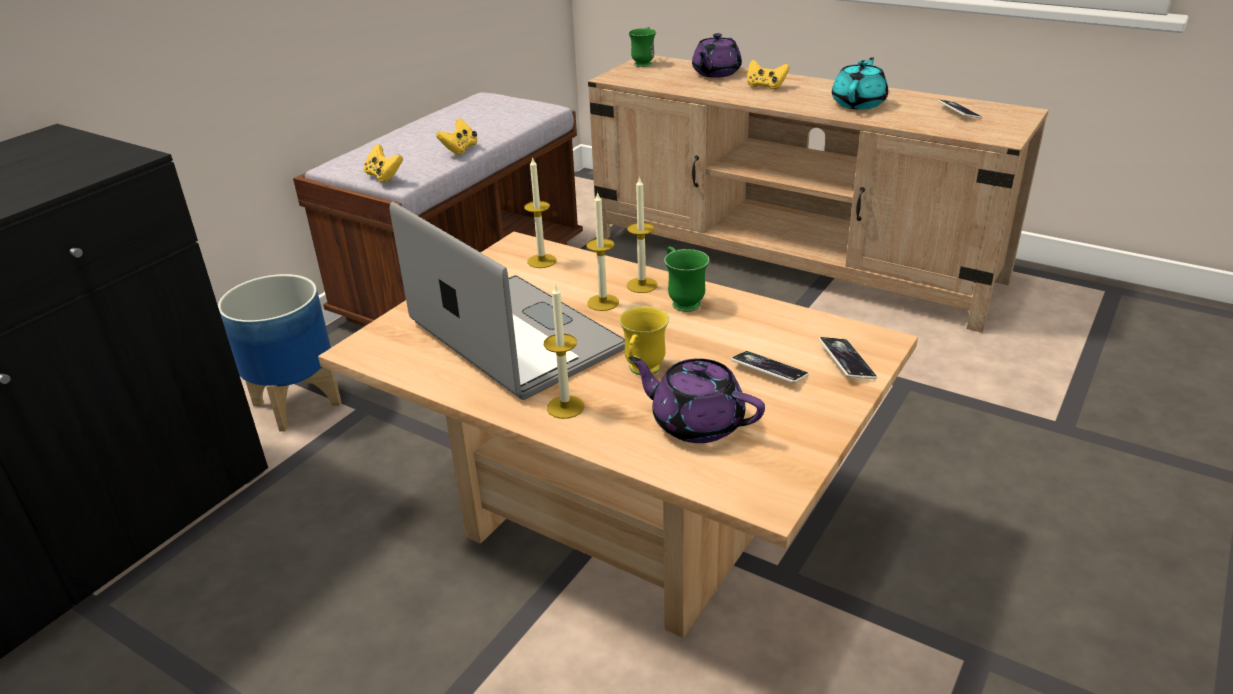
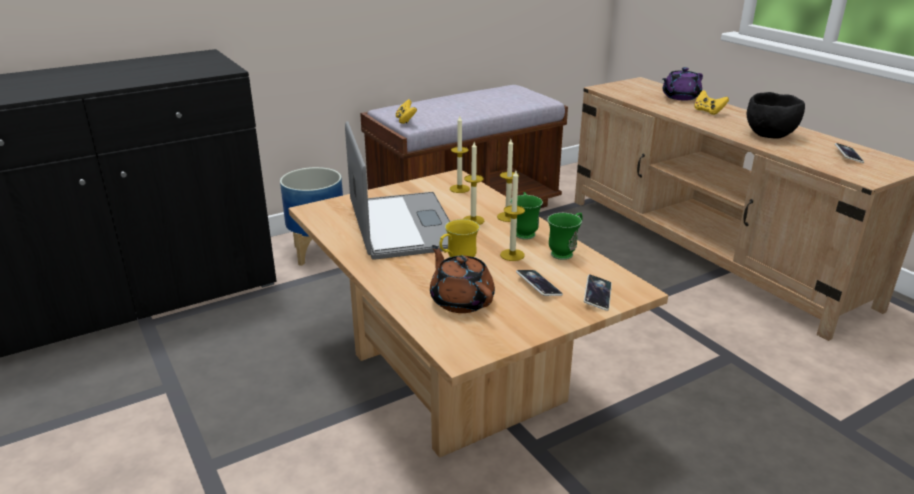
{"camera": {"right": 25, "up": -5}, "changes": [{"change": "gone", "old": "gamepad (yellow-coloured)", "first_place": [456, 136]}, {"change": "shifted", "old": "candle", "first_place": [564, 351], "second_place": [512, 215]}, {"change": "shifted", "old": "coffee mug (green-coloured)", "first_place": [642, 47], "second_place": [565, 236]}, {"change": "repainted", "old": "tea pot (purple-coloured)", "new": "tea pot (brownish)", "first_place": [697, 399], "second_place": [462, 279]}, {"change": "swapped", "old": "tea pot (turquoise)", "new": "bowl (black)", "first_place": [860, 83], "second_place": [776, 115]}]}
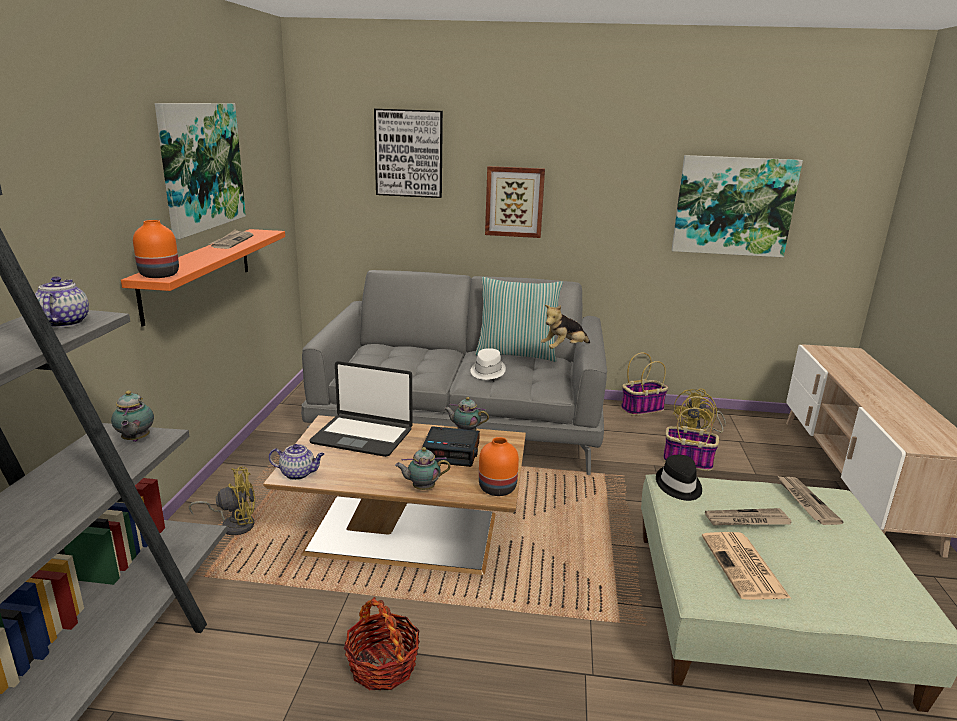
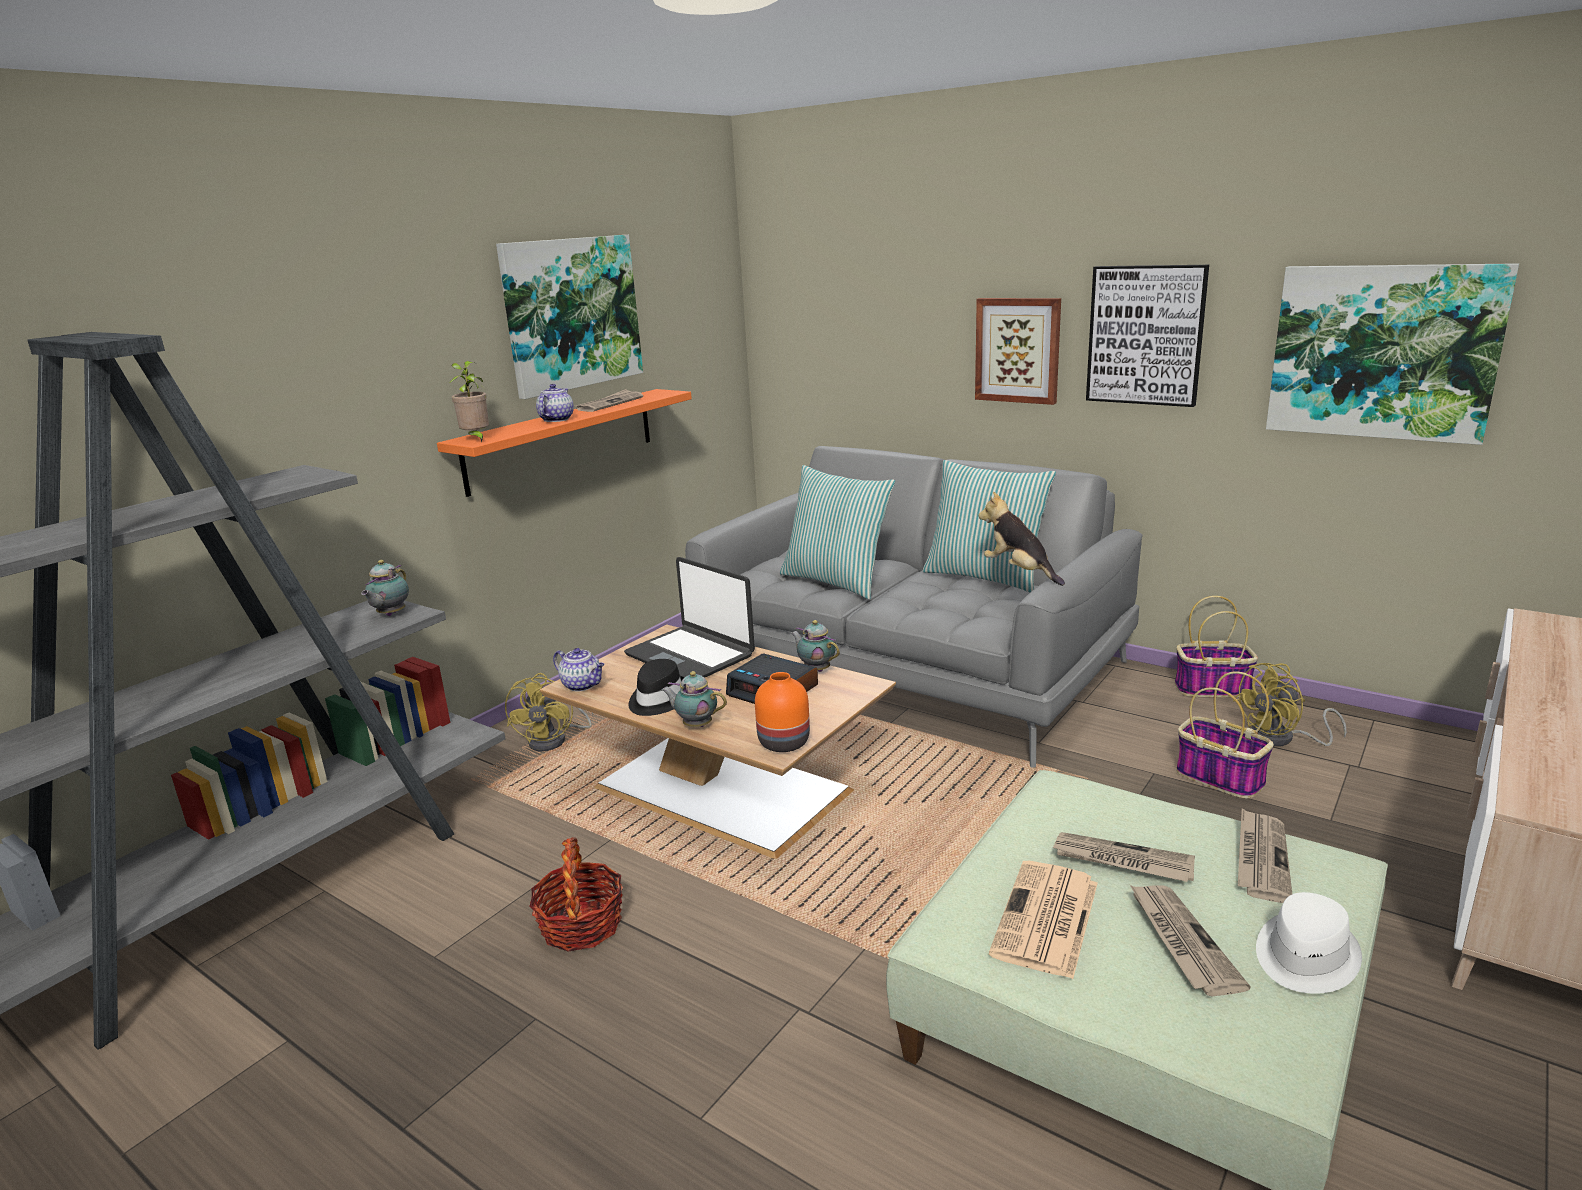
{"camera": {"right": 30, "up": 0}, "changes": [{"change": "shifted", "old": "tea pot", "first_place": [62, 302], "second_place": [555, 403]}, {"change": "swapped", "old": "flower vase (orange-coloured)", "new": "plant in a pot", "first_place": [156, 249], "second_place": [469, 402]}, {"change": "rotated", "old": "electric fan (yellow-coloured)", "first_place": [222, 501], "second_place": [549, 712], "degrees": 75}, {"change": "shifted", "old": "wall picture", "first_place": [408, 153], "second_place": [1147, 336]}, {"change": "shifted", "old": "hat (white)", "first_place": [488, 364], "second_place": [1309, 943]}, {"change": "rotated", "old": "soft toy", "first_place": [565, 327], "second_place": [1021, 539], "degrees": 60}, {"change": "shifted", "old": "hat (black)", "first_place": [679, 478], "second_place": [656, 687]}, {"change": "new", "new": "cushion", "second_place": [837, 532]}, {"change": "new", "new": "daily paper", "second_place": [1190, 940]}]}
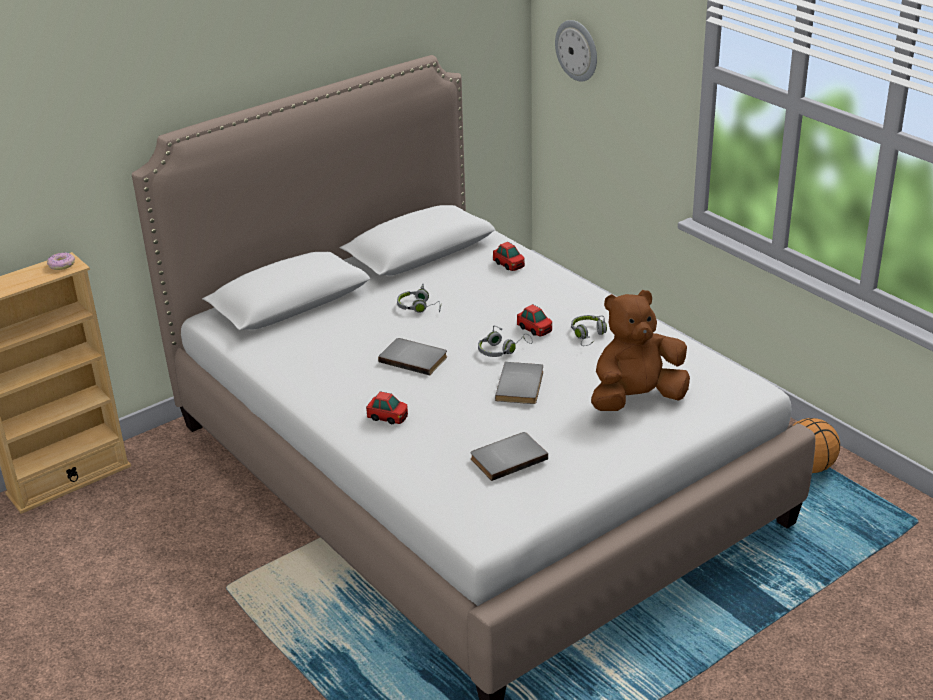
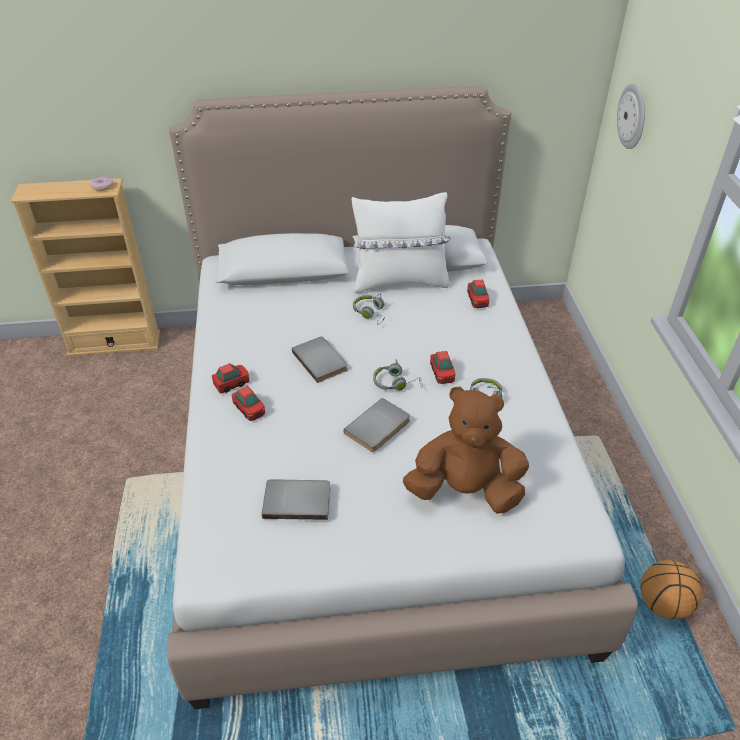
{"camera": {"right": 30, "up": 10}, "changes": [{"change": "new", "new": "model car", "second_place": [231, 378]}, {"change": "new", "new": "cushion (white)", "second_place": [401, 242]}]}
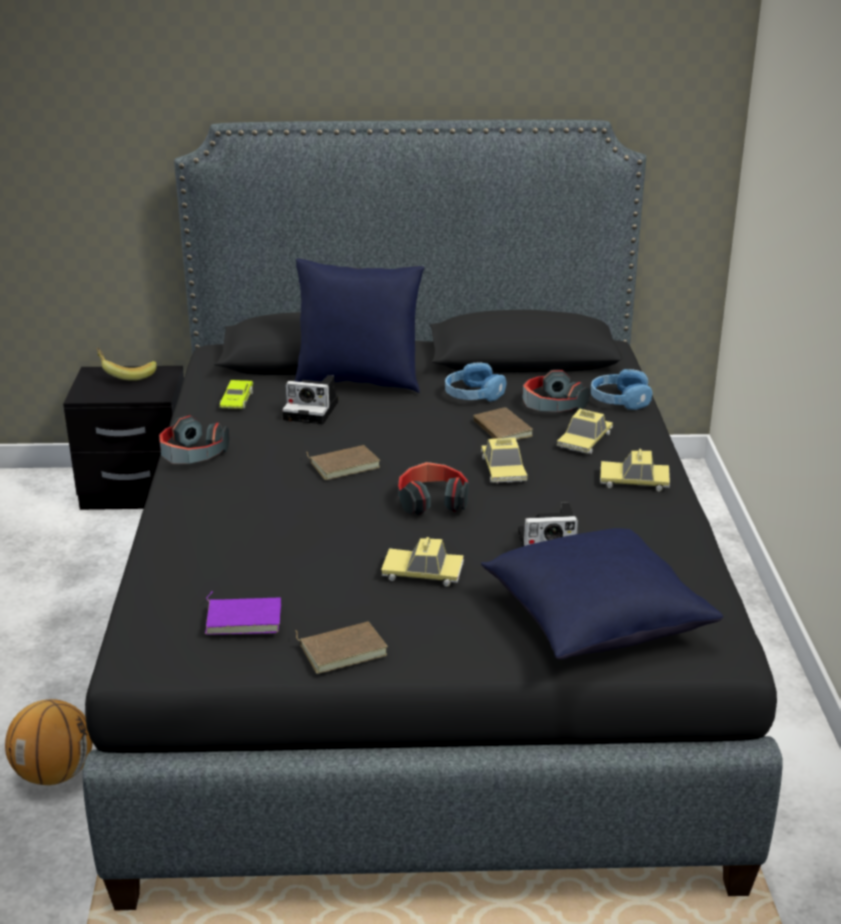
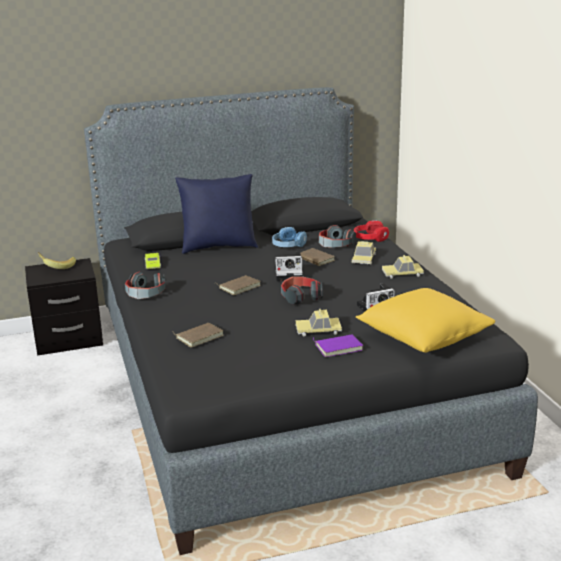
{"camera": {"right": -15, "up": -5}, "changes": [{"change": "gone", "old": "basketball ball", "first_place": [49, 742]}, {"change": "shifted", "old": "bound book (purple-coloured)", "first_place": [243, 613], "second_place": [337, 345]}, {"change": "shifted", "old": "photo camera", "first_place": [310, 399], "second_place": [289, 266]}, {"change": "shifted", "old": "bound book (brownish)", "first_place": [341, 647], "second_place": [198, 335]}, {"change": "gone", "old": "model car", "first_place": [504, 460]}, {"change": "repainted", "old": "cushion (blue)", "new": "cushion (yellow-coloured)", "first_place": [602, 594], "second_place": [425, 320]}, {"change": "repainted", "old": "headset (blue)", "new": "headset (red-coloured)", "first_place": [622, 389], "second_place": [371, 231]}]}
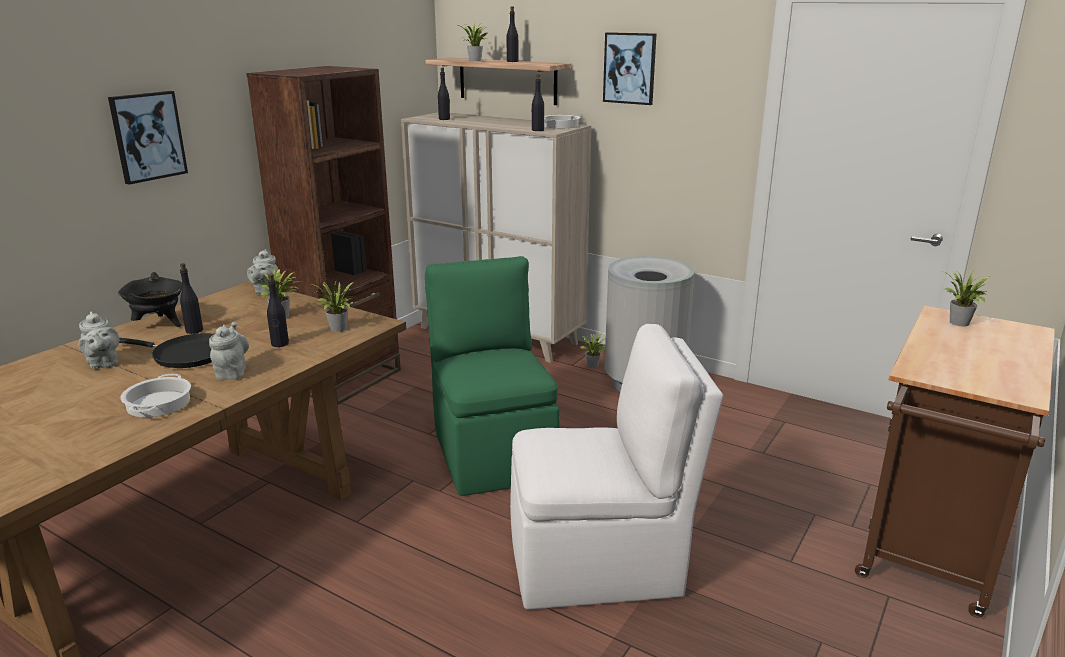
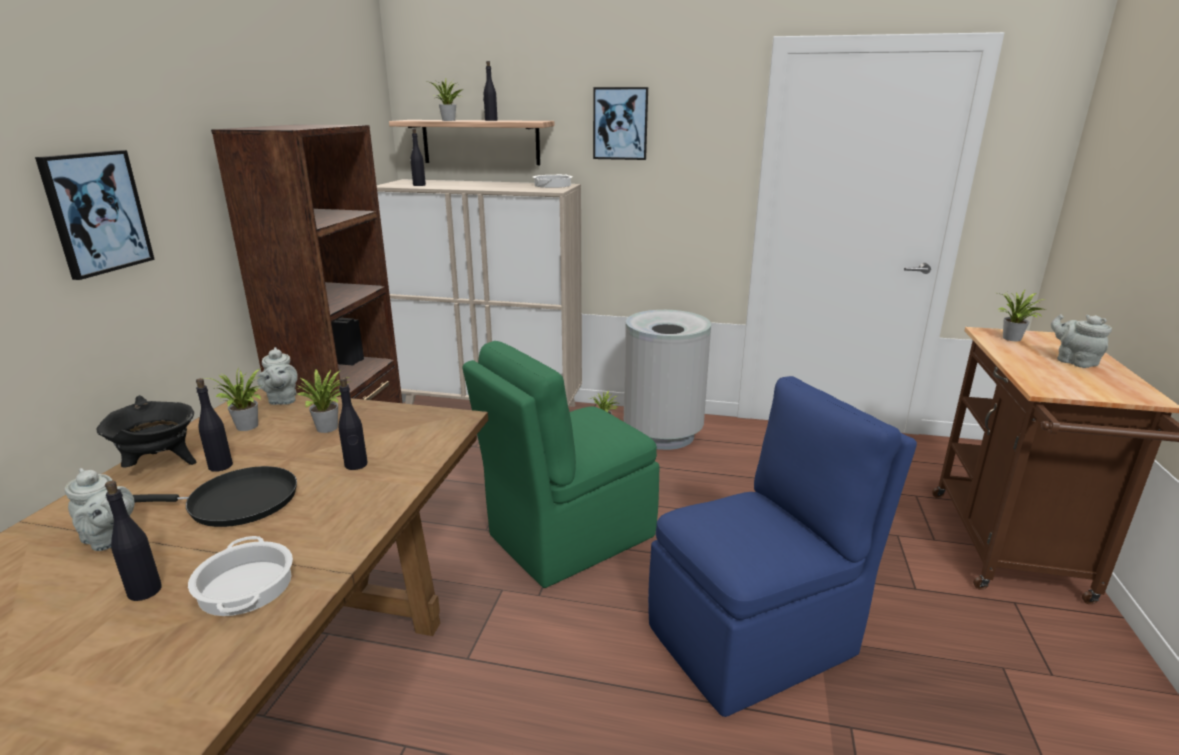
{"camera": {"right": -20, "up": 0}, "changes": [{"change": "shifted", "old": "tea pot (gray)", "first_place": [229, 351], "second_place": [1081, 341]}, {"change": "shifted", "old": "plant in a pot", "first_place": [332, 306], "second_place": [234, 399]}, {"change": "rotated", "old": "chair (green-coloured)", "first_place": [492, 376], "second_place": [560, 464], "degrees": -90}, {"change": "repainted", "old": "chair (white)", "new": "chair (blue)", "first_place": [616, 467], "second_place": [782, 546]}, {"change": "shifted", "old": "bottle (black)", "first_place": [537, 102], "second_place": [133, 541]}]}
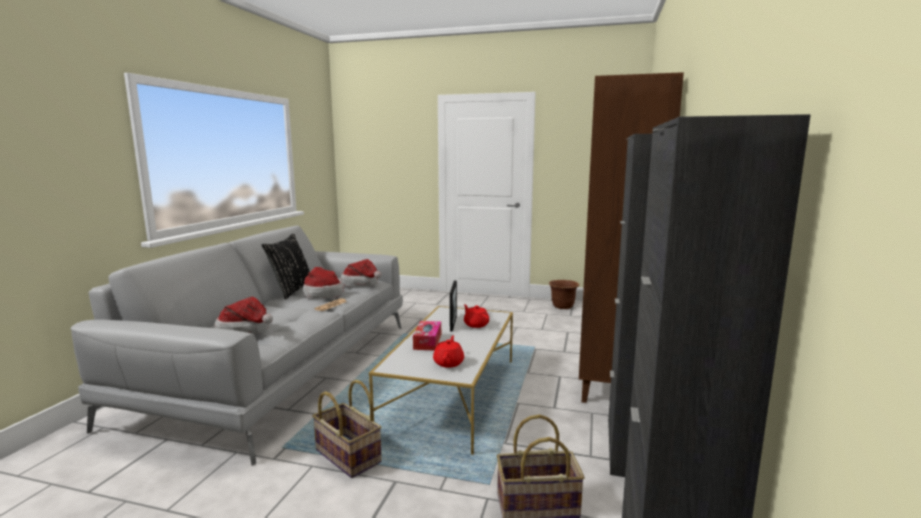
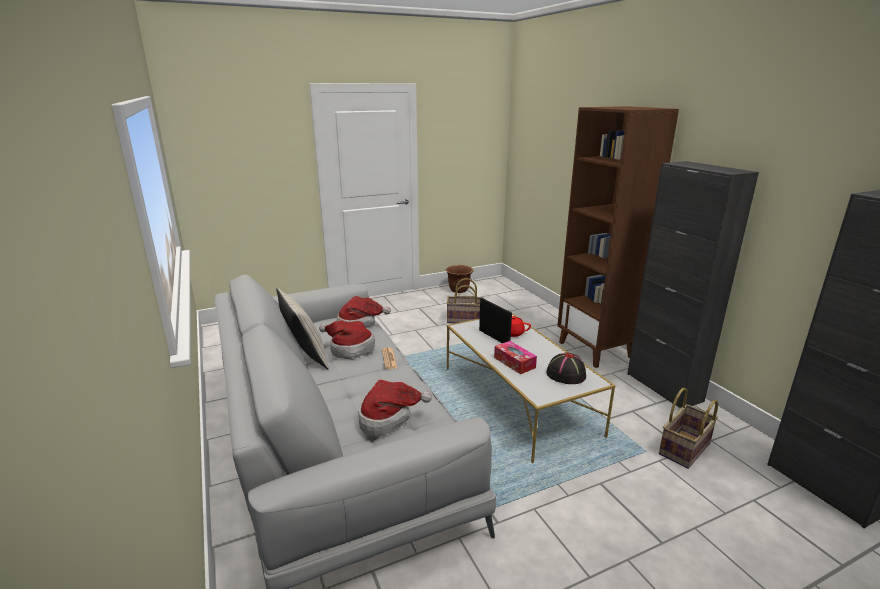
{"camera": {"right": -40, "up": 10}, "changes": [{"change": "repainted", "old": "cushion (black)", "new": "cushion (beige)", "first_place": [285, 266], "second_place": [302, 329]}, {"change": "shifted", "old": "household basket", "first_place": [347, 429], "second_place": [465, 300]}, {"change": "swapped", "old": "tea pot (red-coloured)", "new": "hat (black)", "first_place": [448, 352], "second_place": [566, 368]}]}
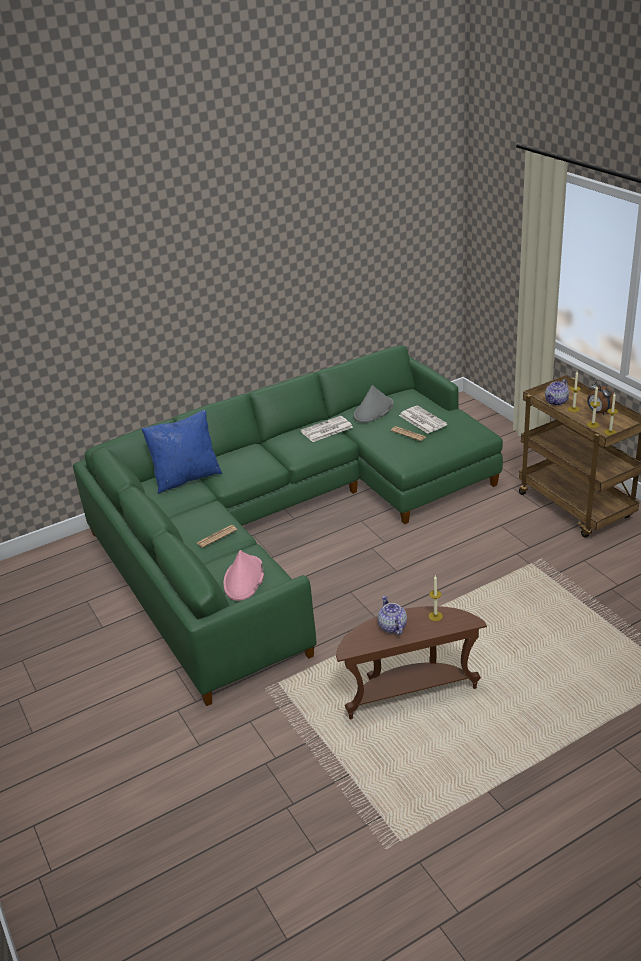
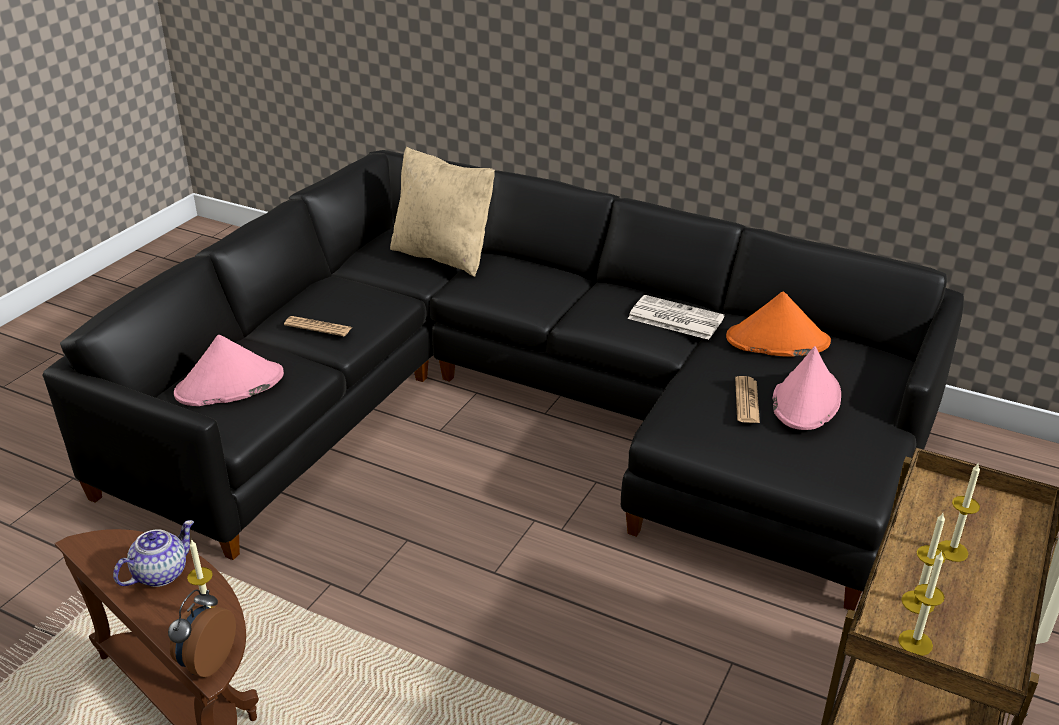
{"camera": {"right": 55, "up": 0}, "changes": [{"change": "repainted", "old": "couch (green-coloured)", "new": "couch (black)", "first_place": [288, 526], "second_place": [503, 380]}, {"change": "repainted", "old": "cushion (blue)", "new": "cushion (beige)", "first_place": [182, 451], "second_place": [442, 212]}, {"change": "repainted", "old": "hat (gray)", "new": "hat (orange-coloured)", "first_place": [374, 404], "second_place": [778, 324]}, {"change": "swapped", "old": "daily paper", "new": "hat (pink-coloured)", "first_place": [423, 420], "second_place": [806, 388]}, {"change": "gone", "old": "tea pot", "first_place": [557, 392]}, {"change": "shifted", "old": "bedside clock", "first_place": [600, 397], "second_place": [202, 633]}]}
